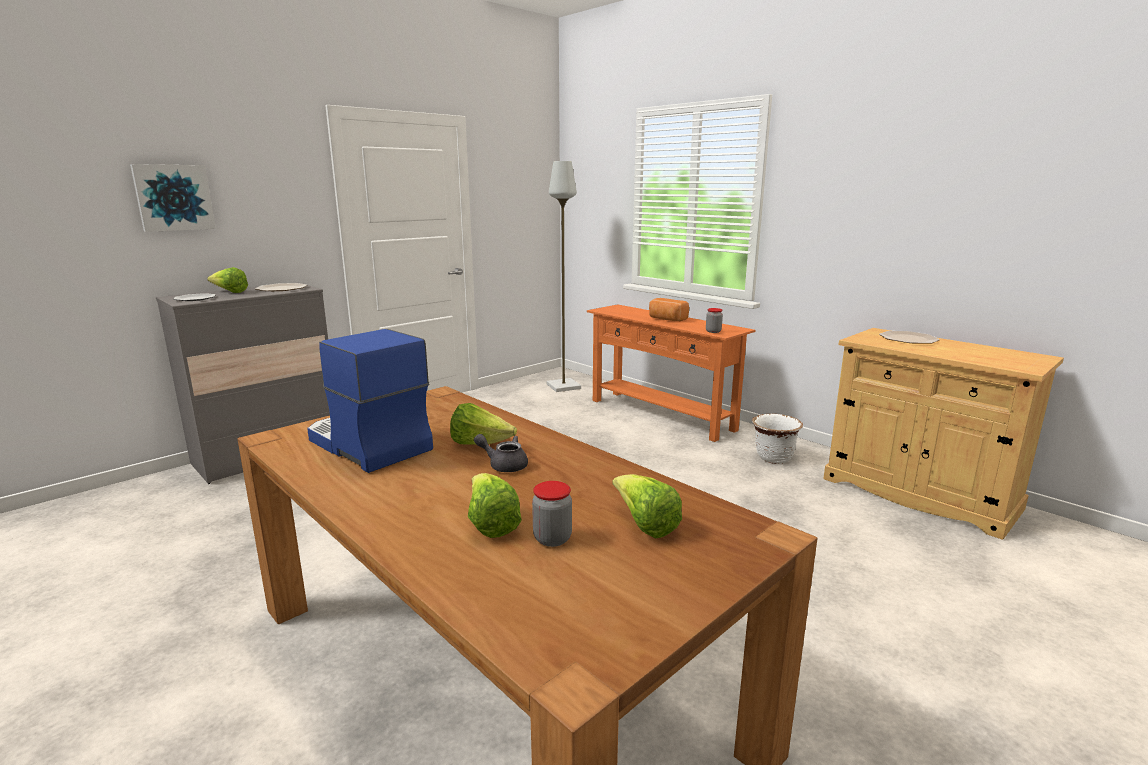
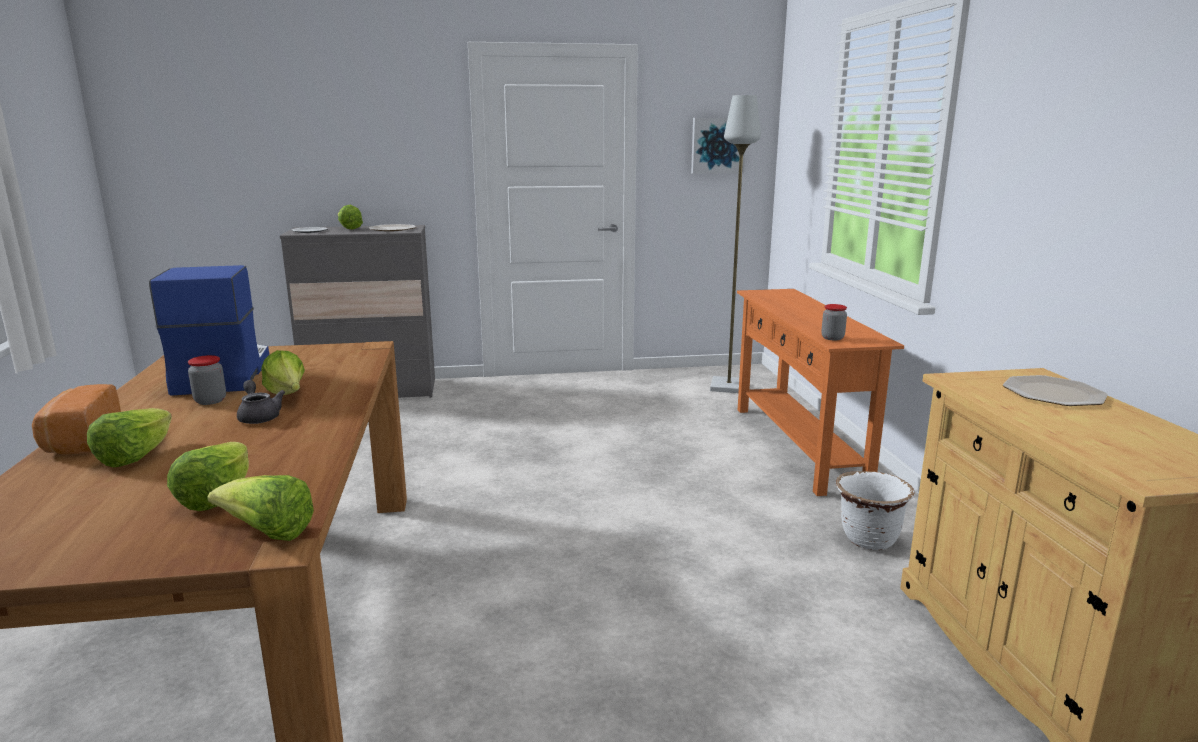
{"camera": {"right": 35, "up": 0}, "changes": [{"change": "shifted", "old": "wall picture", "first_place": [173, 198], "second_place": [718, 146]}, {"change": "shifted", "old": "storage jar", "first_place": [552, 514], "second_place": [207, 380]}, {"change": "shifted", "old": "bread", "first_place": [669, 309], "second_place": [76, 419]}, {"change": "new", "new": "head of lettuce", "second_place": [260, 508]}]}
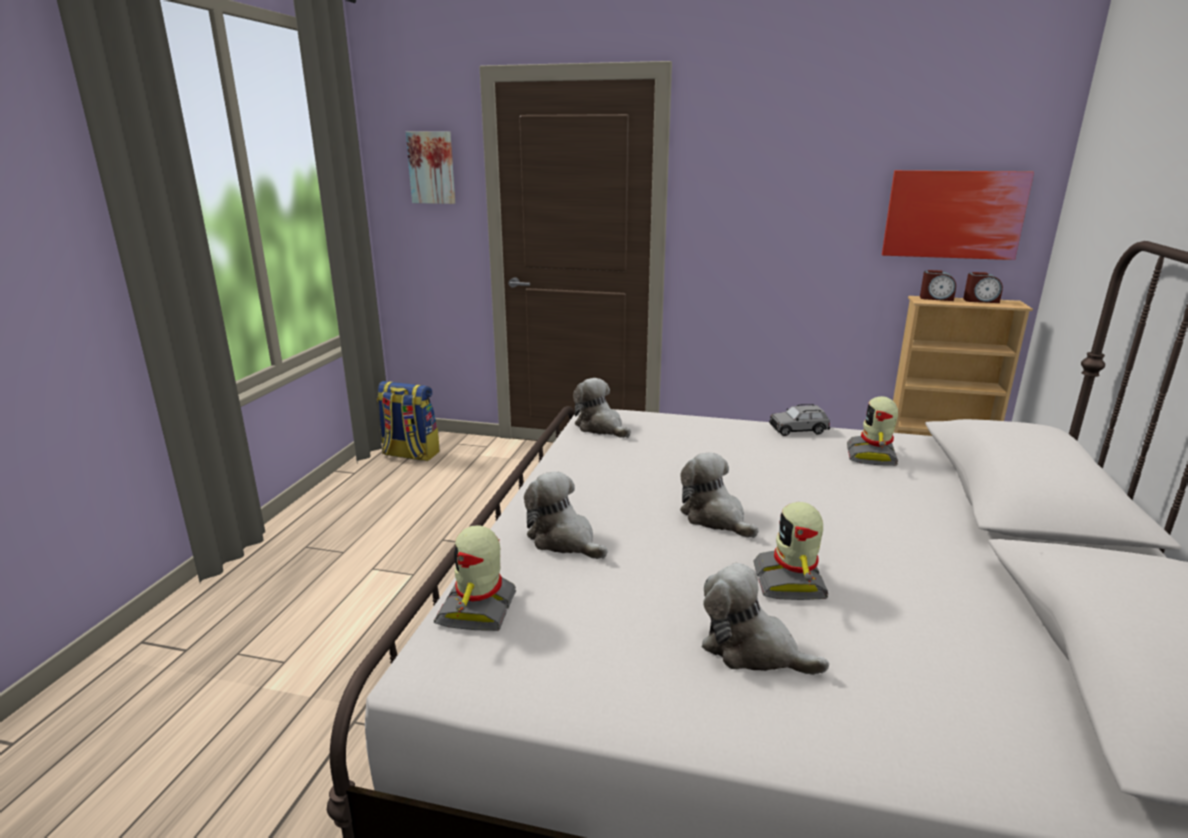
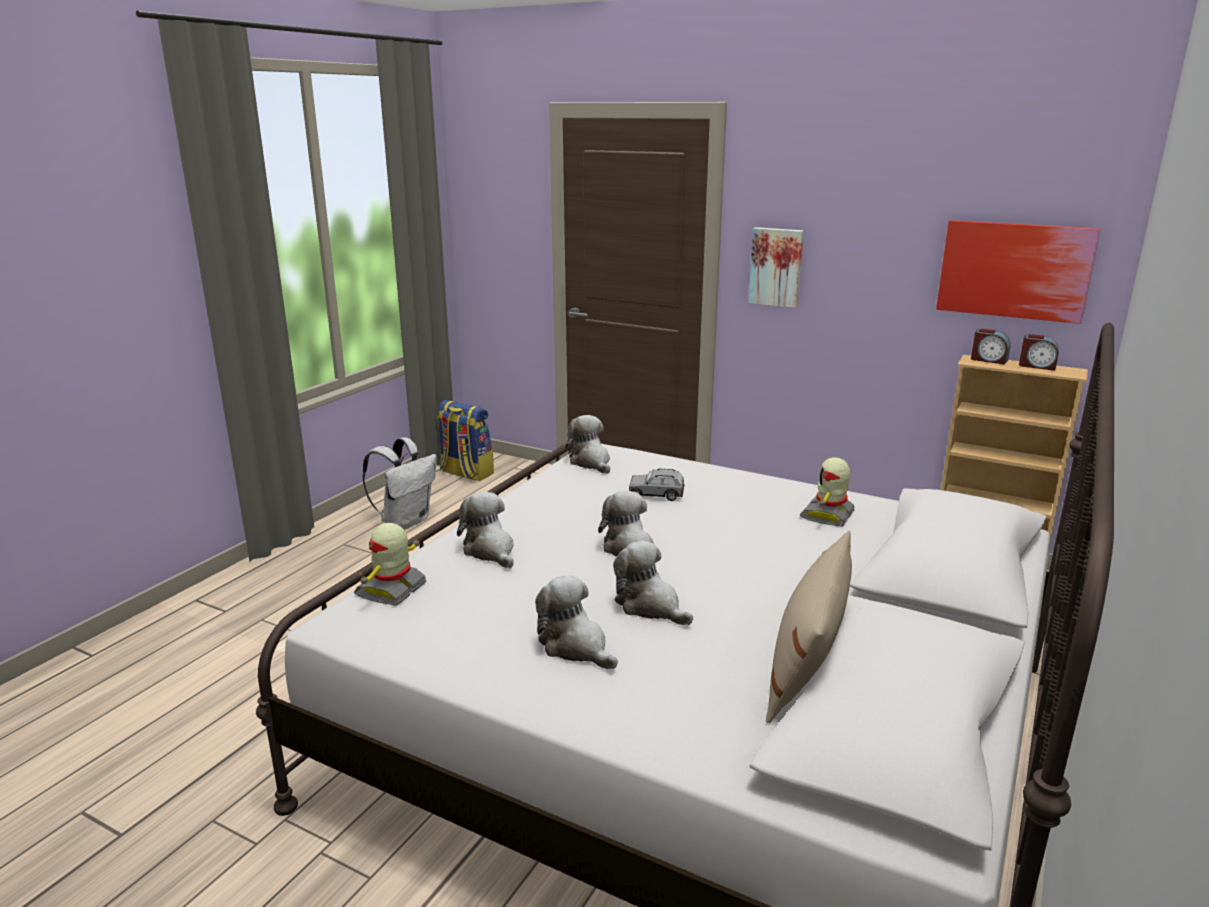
{"camera": {"right": 15, "up": 0}, "changes": [{"change": "shifted", "old": "wall picture", "first_place": [430, 167], "second_place": [776, 267]}, {"change": "swapped", "old": "toy robot", "new": "soft toy", "first_place": [790, 551], "second_place": [653, 583]}, {"change": "shifted", "old": "model car (gray)", "first_place": [799, 420], "second_place": [657, 485]}, {"change": "new", "new": "rucksack (white)", "second_place": [399, 483]}, {"change": "new", "new": "cushion (beige)", "second_place": [809, 626]}]}
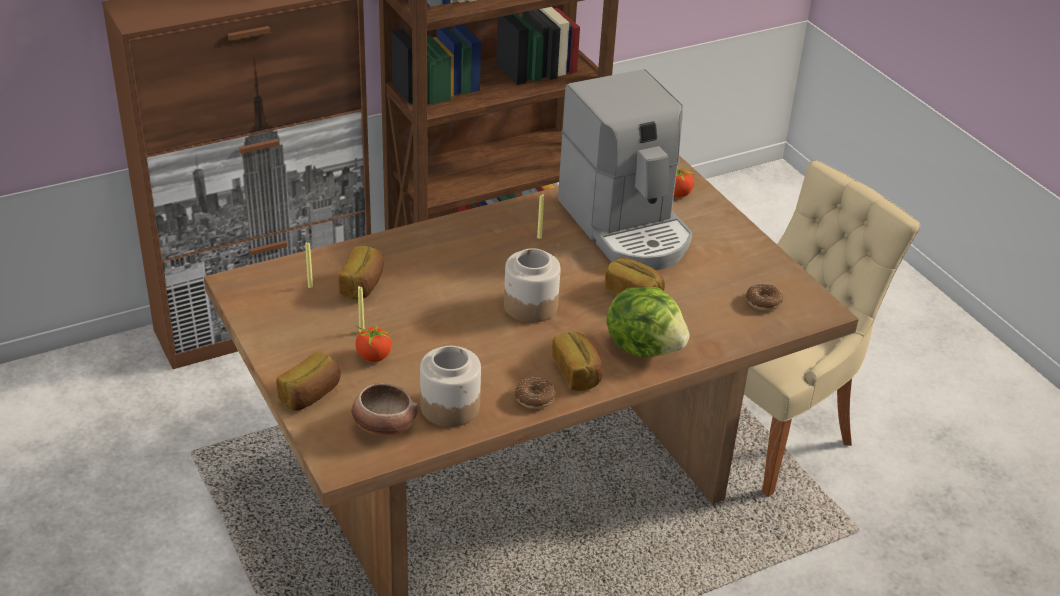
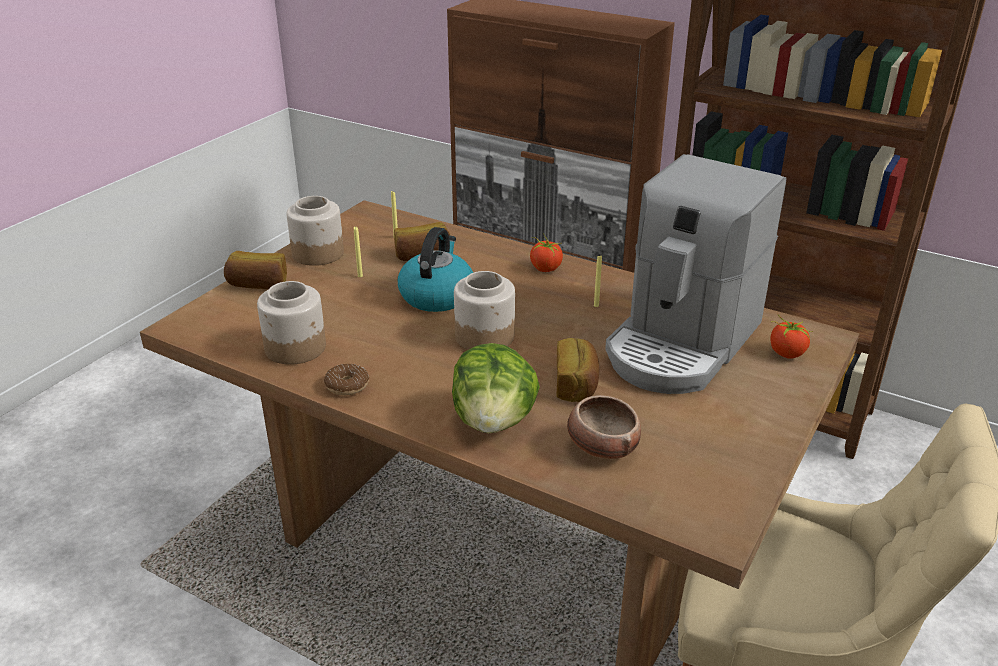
{"camera": {"right": 60, "up": -5}, "changes": [{"change": "shifted", "old": "bowl", "first_place": [384, 409], "second_place": [604, 427]}, {"change": "shifted", "old": "whole tomato", "first_place": [373, 343], "second_place": [546, 252]}, {"change": "gone", "old": "bread", "first_place": [577, 361]}, {"change": "gone", "old": "donut", "first_place": [764, 297]}, {"change": "new", "new": "storage jar", "second_place": [315, 231]}, {"change": "new", "new": "water kettle", "second_place": [435, 269]}]}
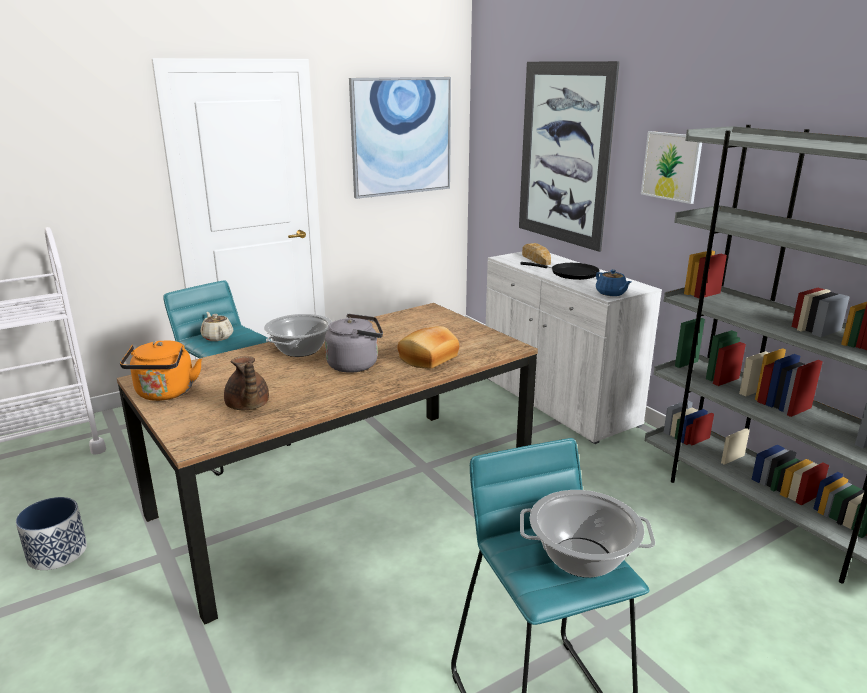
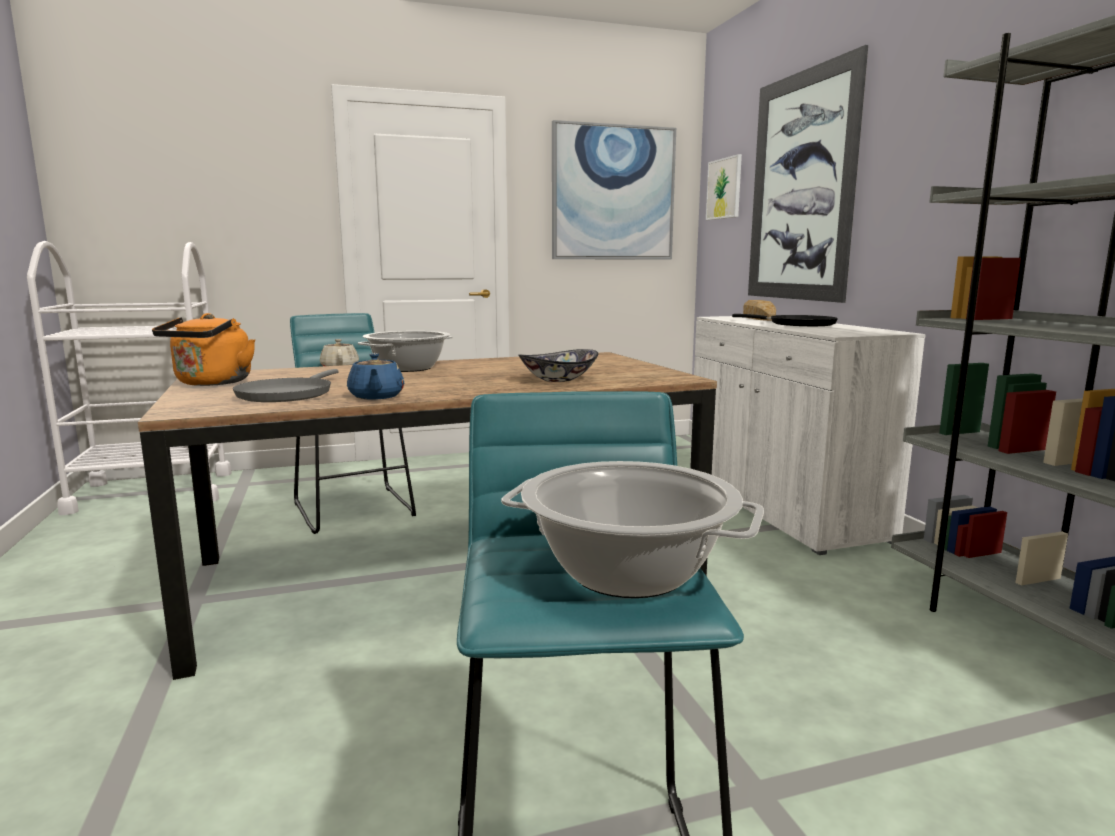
{"camera": {"right": 15, "up": -10}, "changes": [{"change": "gone", "old": "flower pot", "first_place": [51, 533]}, {"change": "swapped", "old": "tea pot (brownish)", "new": "skillet (gray)", "first_place": [246, 383], "second_place": [286, 385]}, {"change": "gone", "old": "water kettle (gray)", "first_place": [354, 343]}, {"change": "swapped", "old": "bread", "new": "bowl", "first_place": [428, 347], "second_place": [558, 365]}, {"change": "shifted", "old": "tea pot (blue)", "first_place": [613, 283], "second_place": [375, 376]}, {"change": "shifted", "old": "wall picture", "first_place": [671, 167], "second_place": [724, 187]}]}
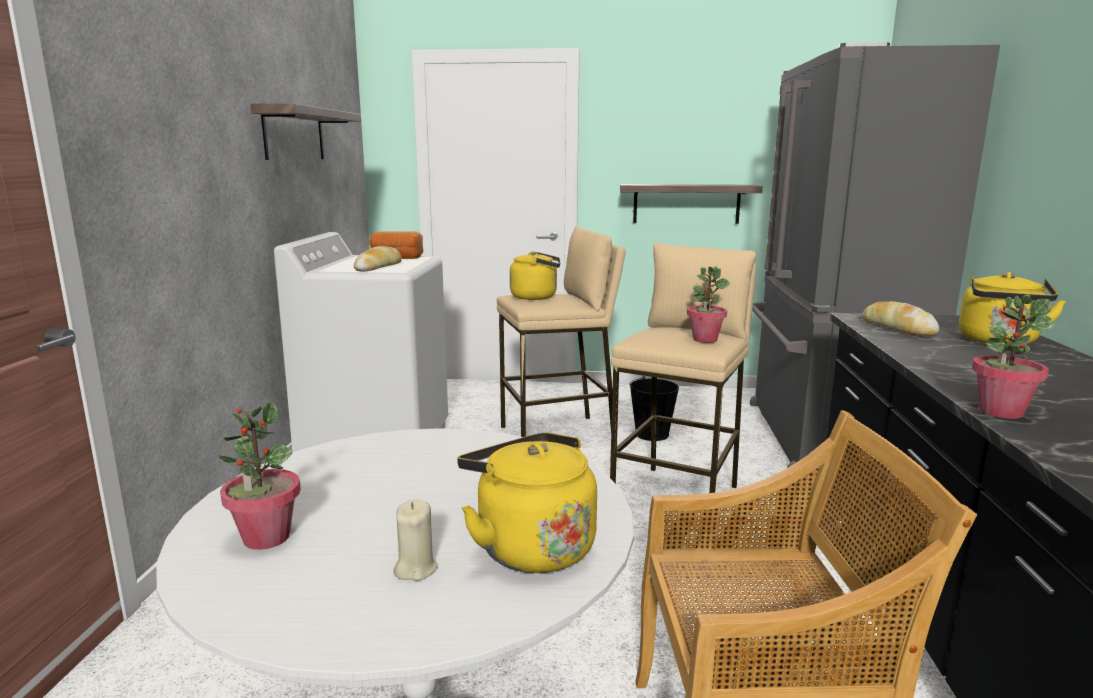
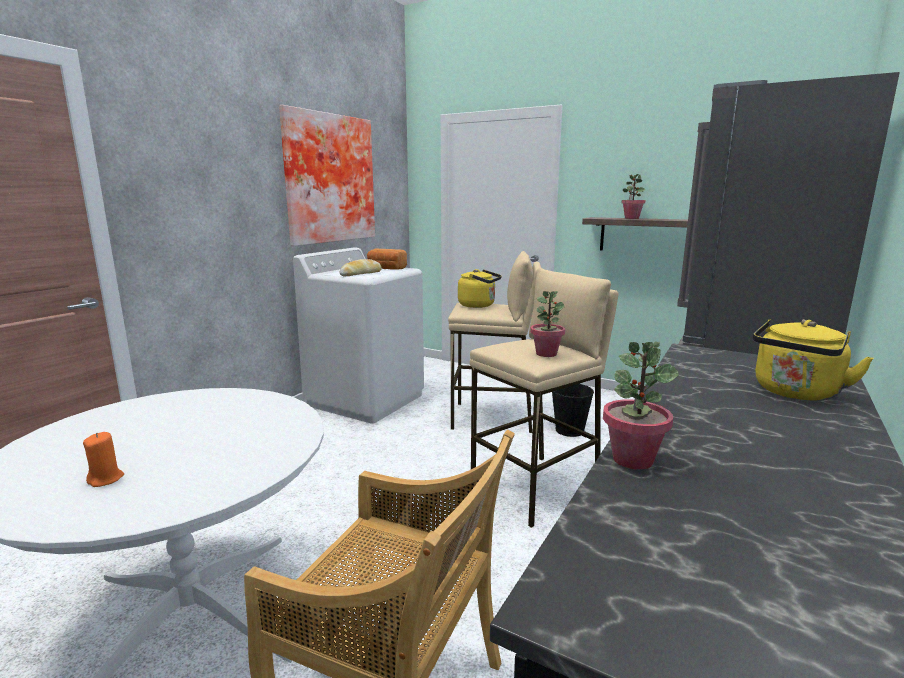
{"camera": {"right": 25, "up": 0}, "changes": [{"change": "shifted", "old": "plant in a pot", "first_place": [259, 476], "second_place": [633, 196]}, {"change": "swapped", "old": "bracket shelf", "new": "wall picture", "first_place": [305, 131], "second_place": [327, 175]}, {"change": "repainted", "old": "candle (beige)", "new": "candle (orange-coloured)", "first_place": [415, 540], "second_place": [103, 459]}, {"change": "gone", "old": "water kettle (yellow-coloured)", "first_place": [527, 502]}, {"change": "gone", "old": "bread", "first_place": [900, 318]}]}
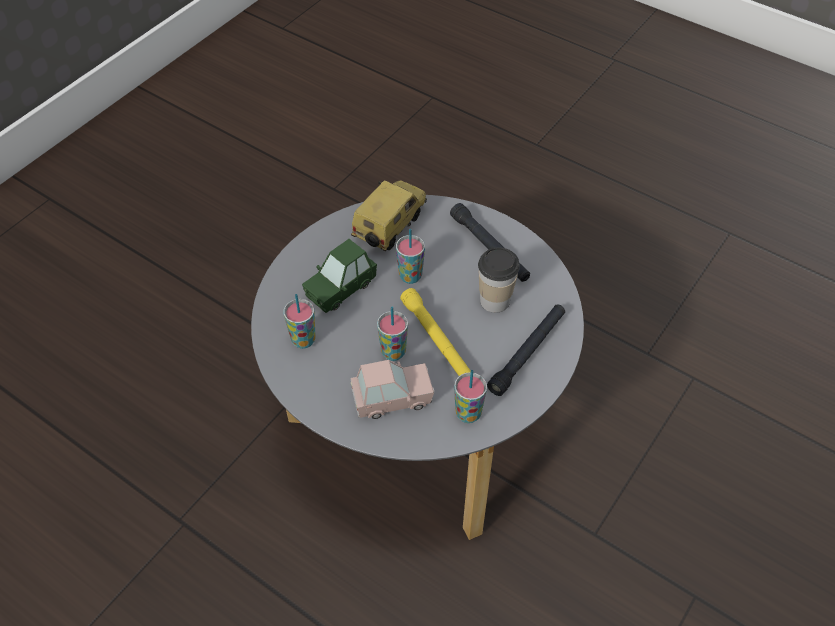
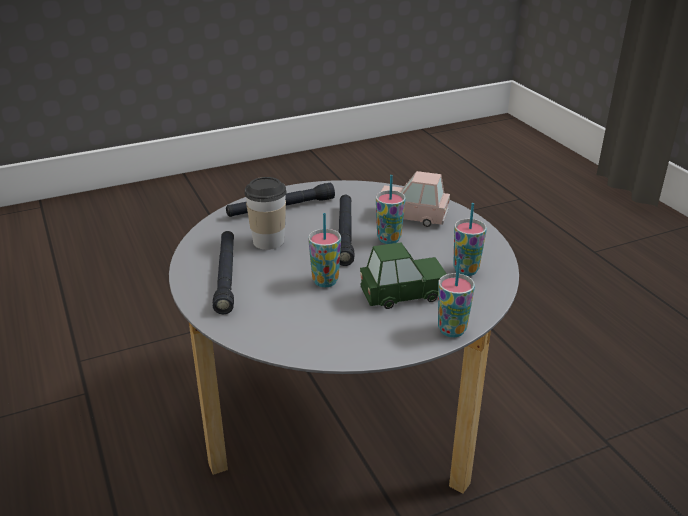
{"camera": {"right": -150, "up": -20}, "changes": [{"change": "gone", "old": "model car", "first_place": [389, 215]}, {"change": "repainted", "old": "torch (yellow-coloured)", "new": "torch (black)", "first_place": [435, 332], "second_place": [347, 230]}, {"change": "shifted", "old": "small cup", "first_place": [470, 396], "second_place": [456, 297]}]}
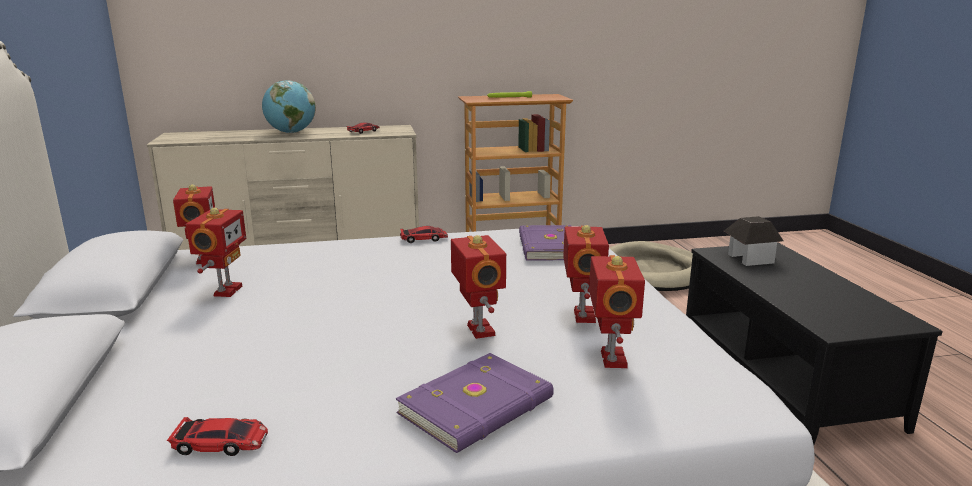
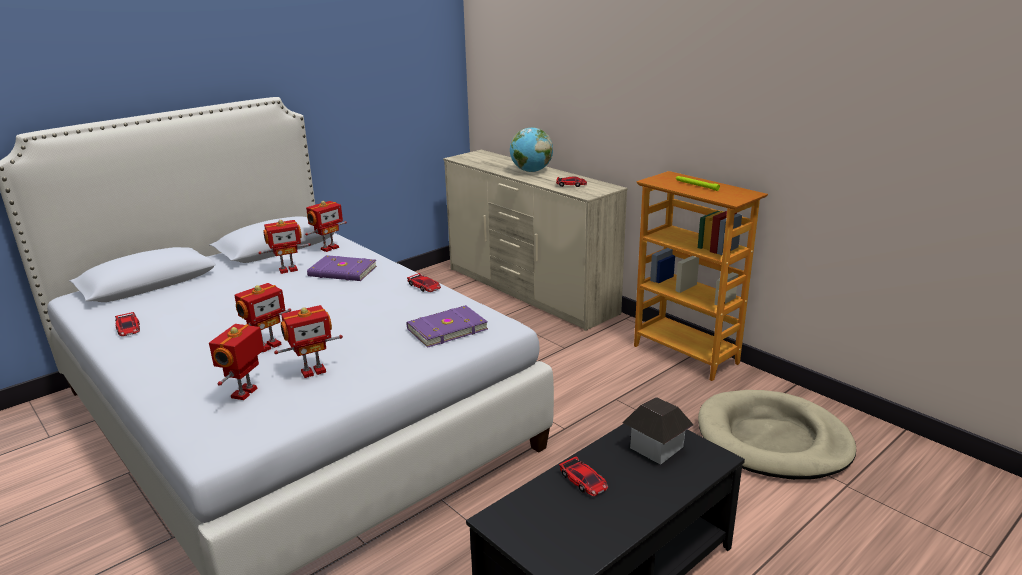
{"camera": {"right": 60, "up": 5}, "changes": [{"change": "shifted", "old": "bound book (purple-coloured)", "first_place": [475, 403], "second_place": [342, 268]}, {"change": "rotated", "old": "toy robot", "first_place": [617, 311], "second_place": [236, 362], "degrees": 135}, {"change": "new", "new": "model car", "second_place": [583, 476]}]}
